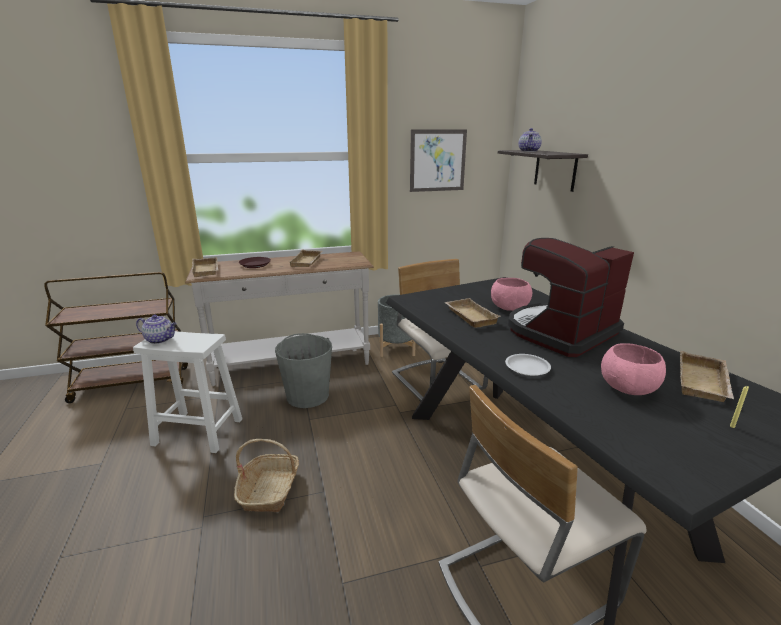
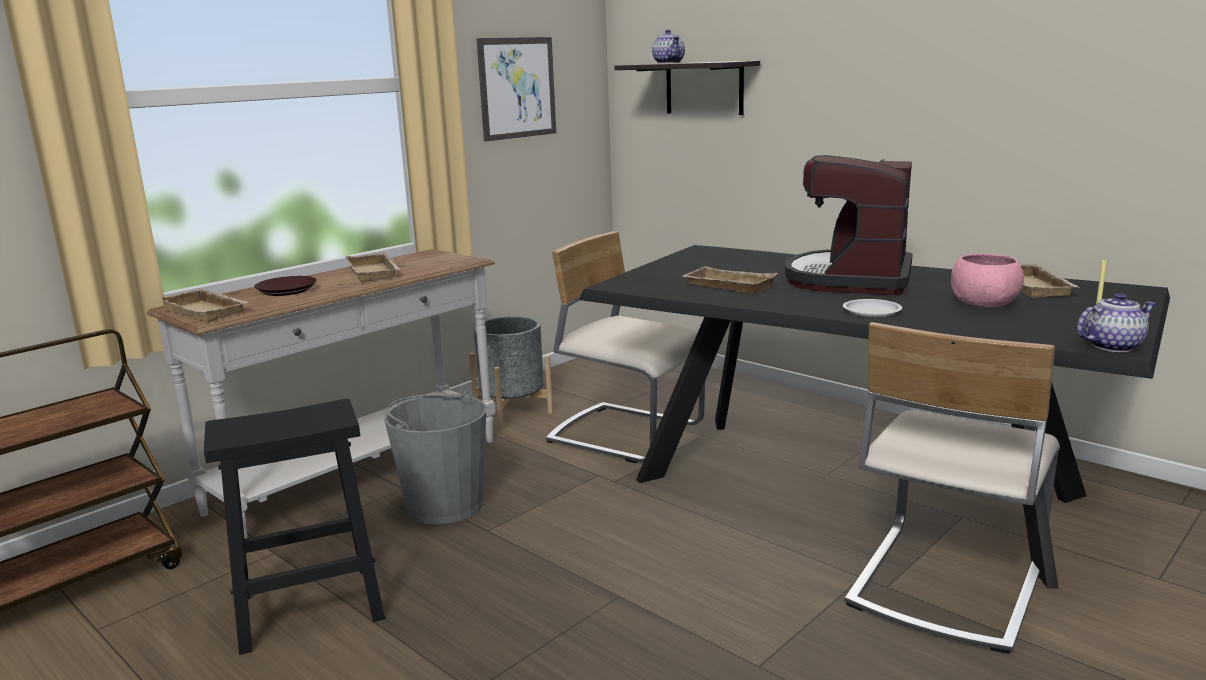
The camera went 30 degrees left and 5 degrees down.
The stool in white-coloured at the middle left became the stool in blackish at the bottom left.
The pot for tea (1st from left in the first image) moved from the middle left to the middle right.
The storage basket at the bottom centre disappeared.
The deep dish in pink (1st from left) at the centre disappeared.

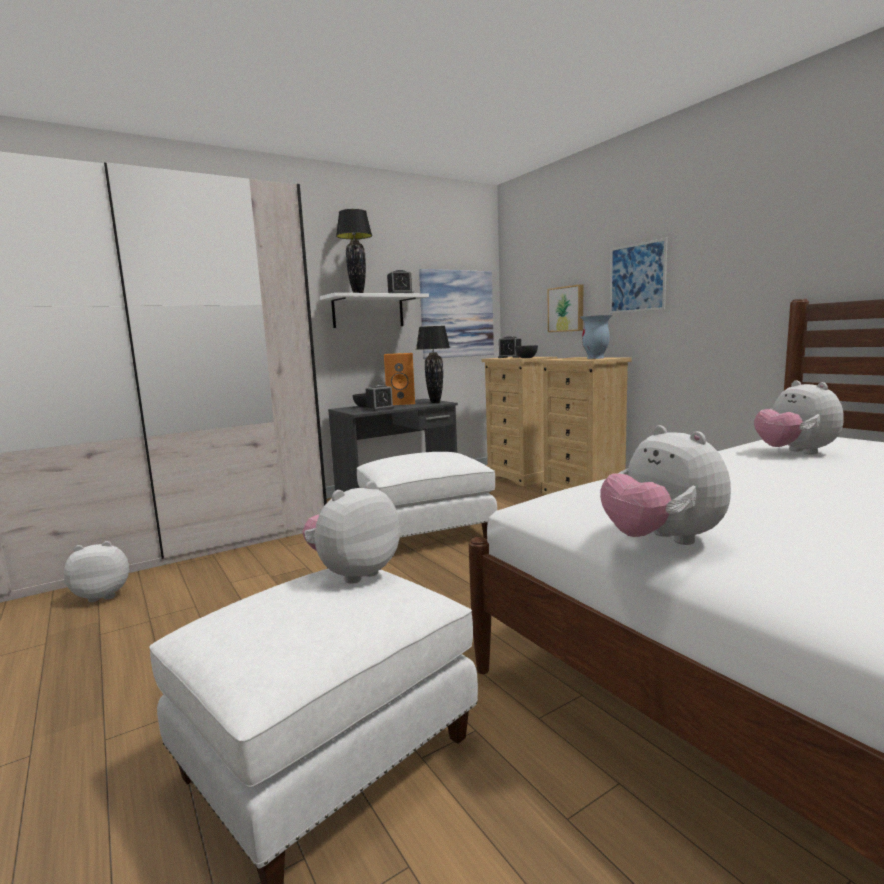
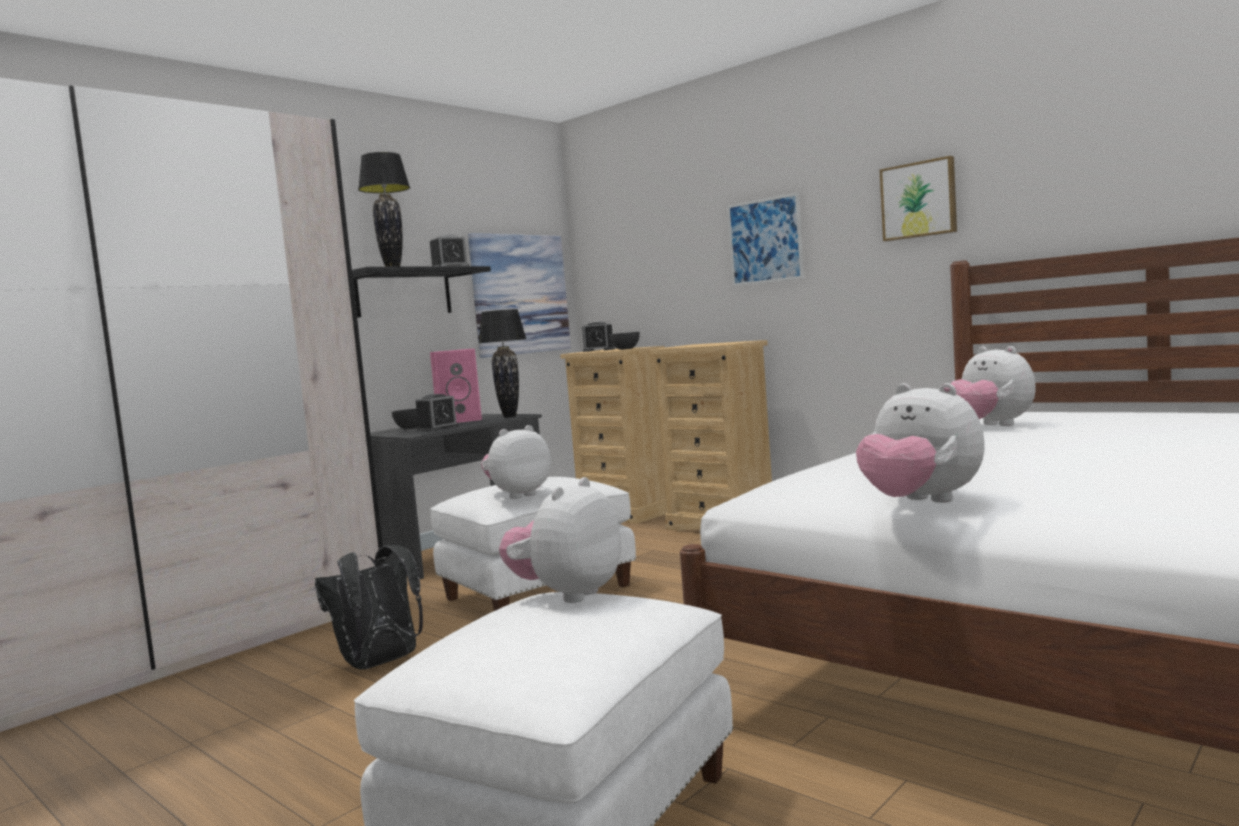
The camera went 15 degrees left and 5 degrees down.
The plush toy (1st from left) moved from the middle left to the centre.
The wall shelf in white-coloured at the centre became the wall shelf in blackish at the centre.
The loudspeaker in orange at the centre became the loudspeaker in pink at the centre.
The wall art (2nd from left in the first image) moved from the centre to the top right.
The vase at the middle right disappeared.
The backpack in blackish at the bottom left appeared.

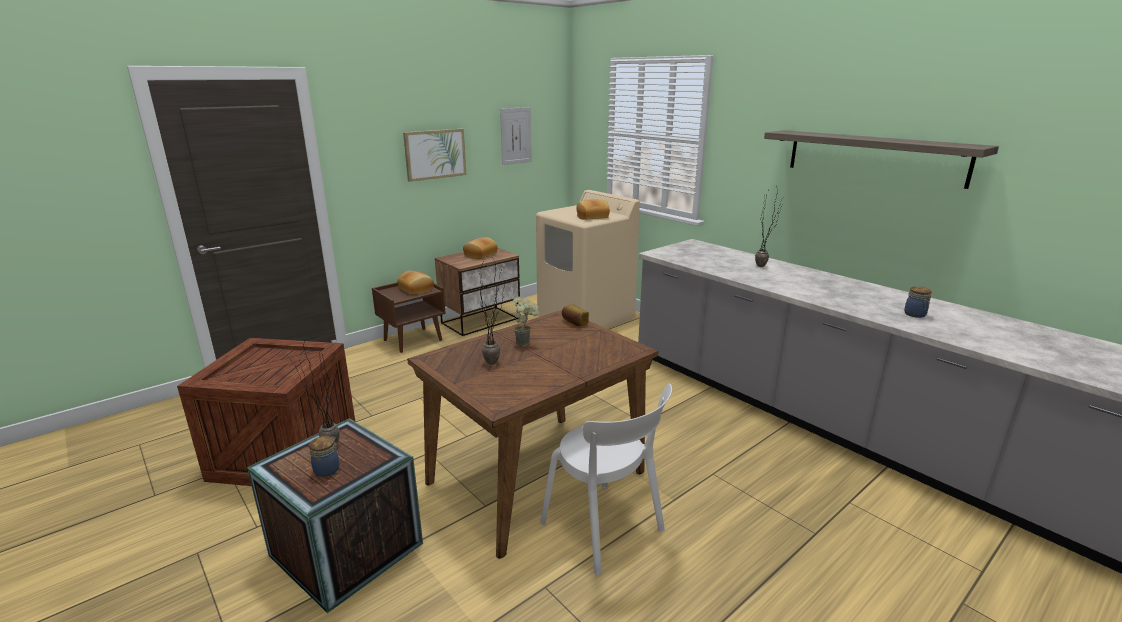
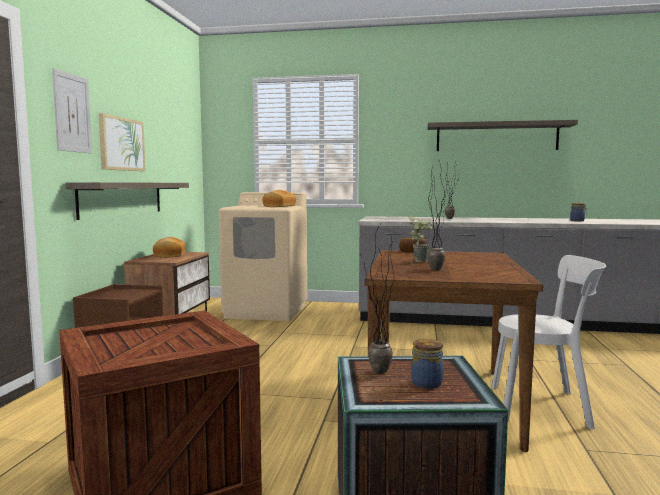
The camera went 40 degrees left and 15 degrees down.
The bread (1st from left) at the centre disappeared.
The wall art (2nd from left in the first image) moved from the top centre to the top left.
The wall shelf (1st from left) at the middle left appeared.

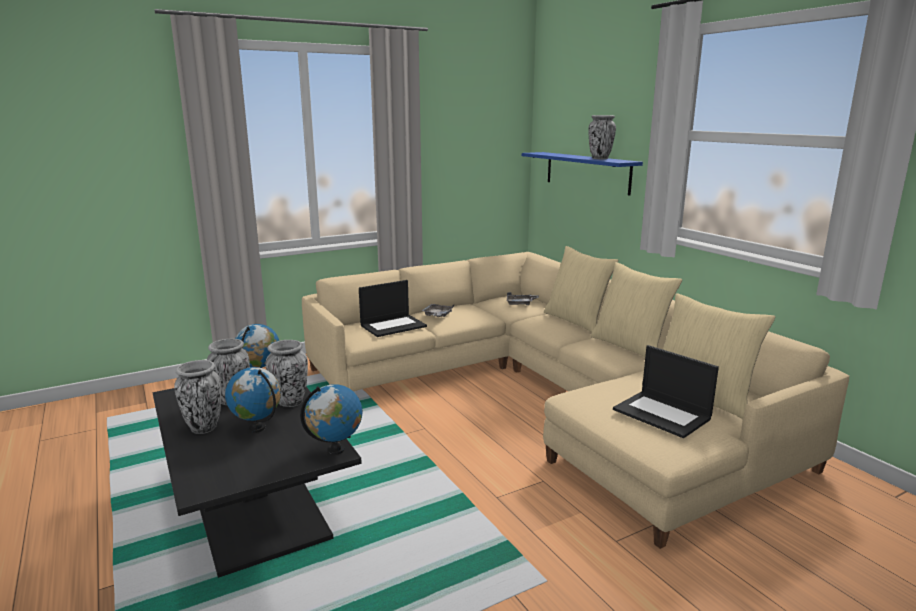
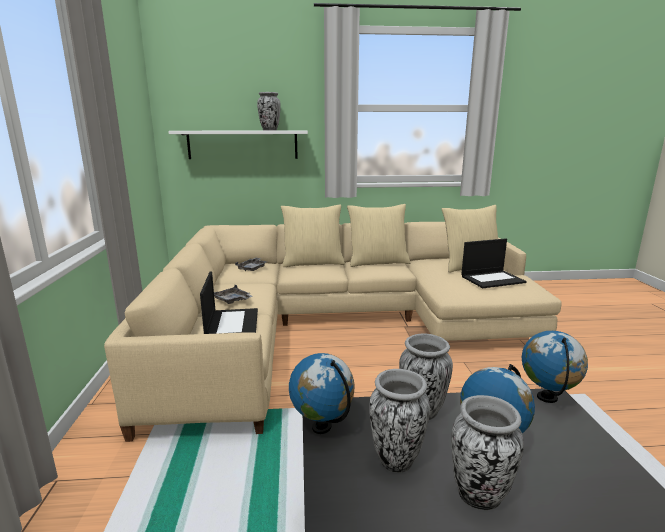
The camera went 65 degrees left and 0 degrees up.
The wall shelf in blue-coloured at the top centre became the wall shelf in white-coloured at the top centre.

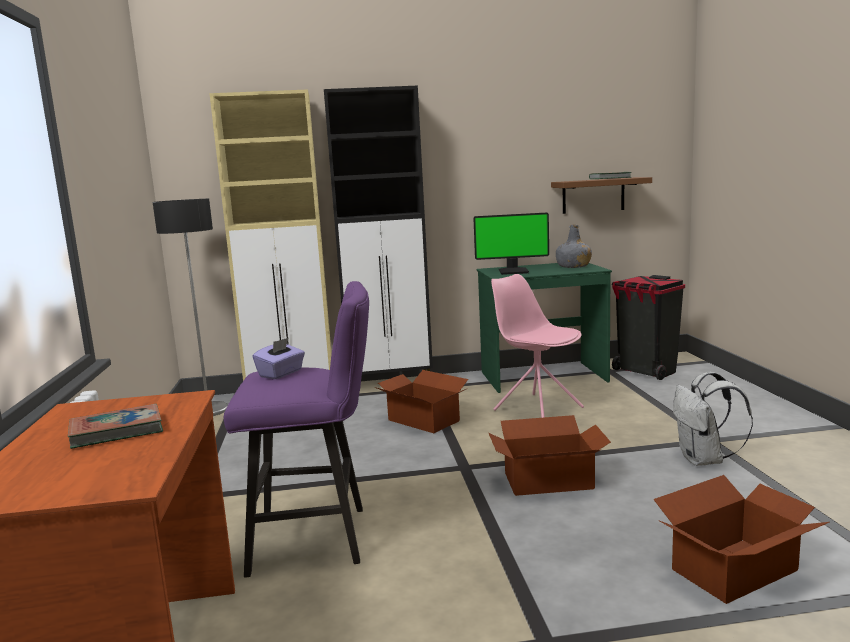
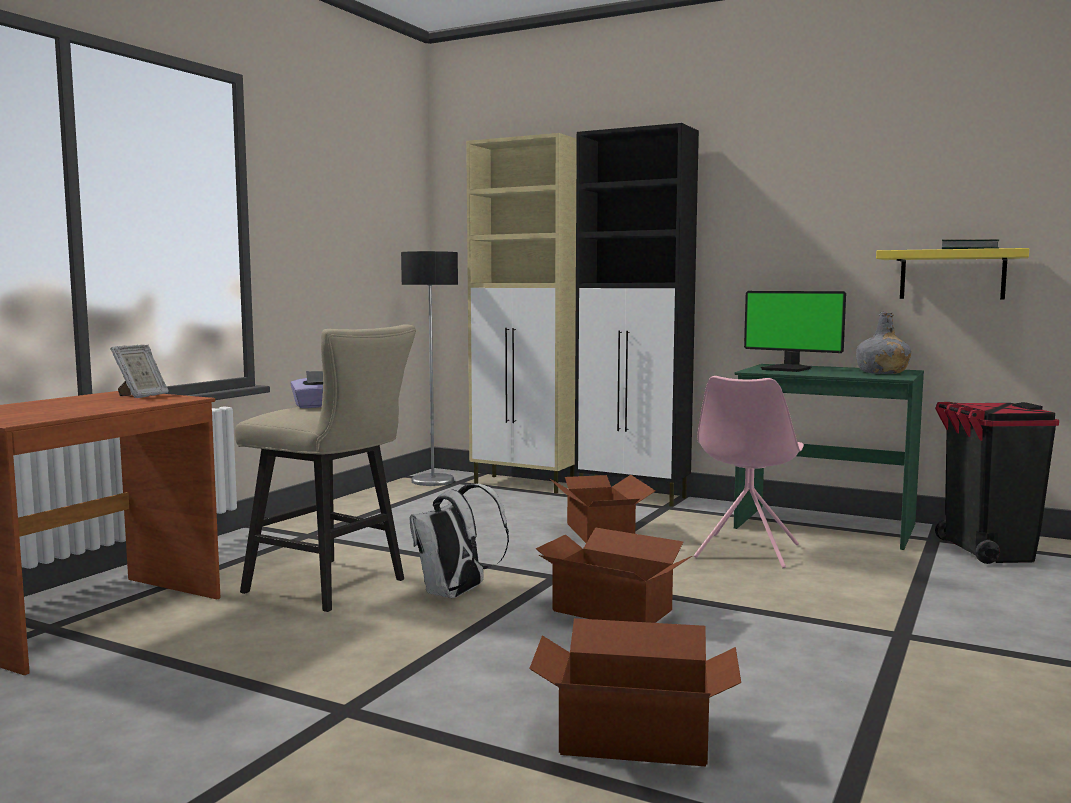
The camera went 35 degrees right and 5 degrees down.
The bound book (1st from left) at the middle left disappeared.
The stool in purple-coloured at the bottom centre became the stool in beige-coloured at the middle left.
The upright chair in pink at the centre turned 150 degrees counterclockwise.
The wall shelf in brown-coloured at the top right became the wall shelf in yellow-coloured at the middle right.
The backpack in white-coloured moved from the middle right to the bottom centre.
The photo frame at the middle left appeared.

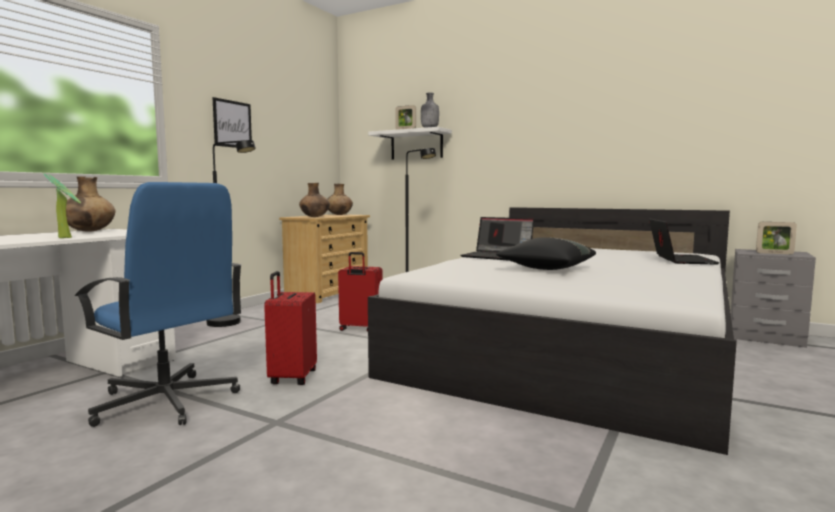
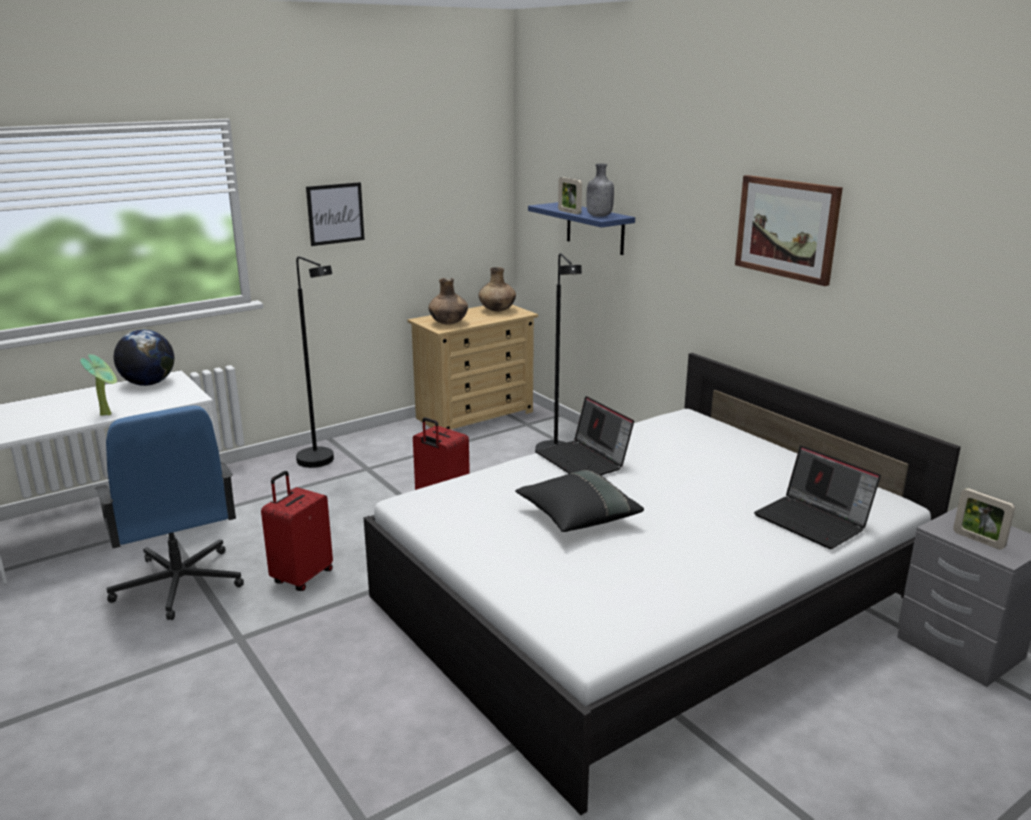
The camera went 25 degrees right and 15 degrees up.
The vase in brown-coloured (1st from left) at the middle left was replaced by the world globe at the middle left.
The wall shelf in white-coloured at the top centre became the wall shelf in blue-coloured at the top centre.
The laptop (2nd from left) at the middle right turned 105 degrees clockwise.
The wall art (2nd from left) at the top right appeared.

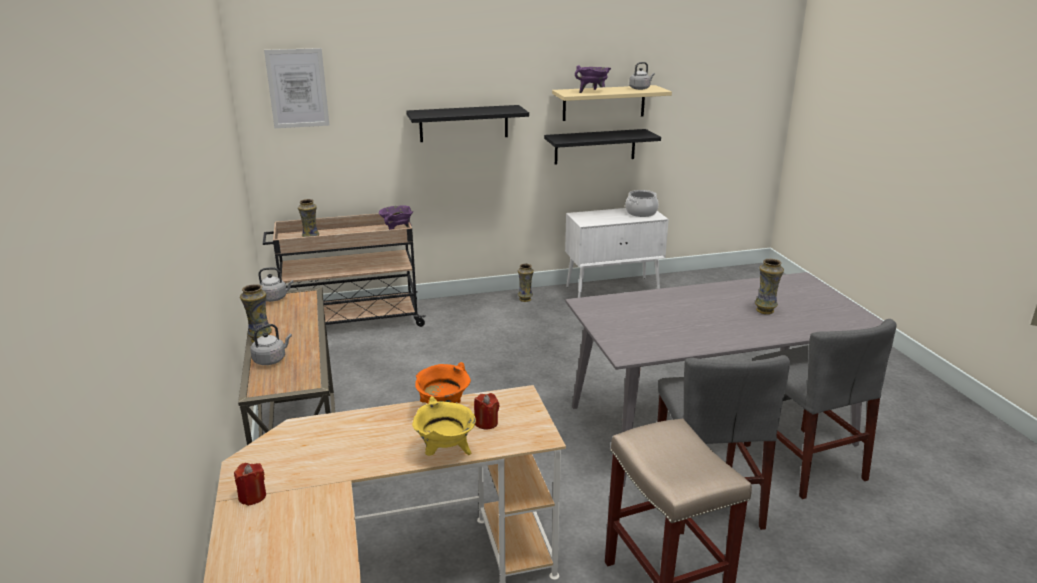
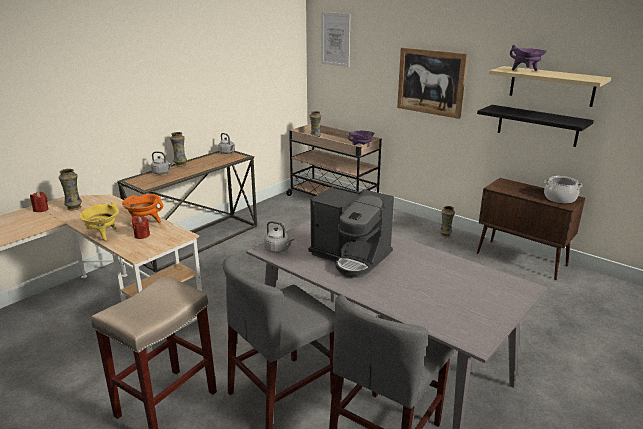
The camera went 55 degrees right and 0 degrees up.
The wall shelf in blackish (1st from left) at the top centre was replaced by the wall art (2nd from left) at the top right.
The cupboard in white-coloured at the centre became the cupboard in brown-coloured at the middle right.
The tea kettle in gray (3rd from left) moved from the top centre to the centre.
The vase (4th from left in the first image) moved from the middle right to the middle left.
The coffee machine at the centre appeared.

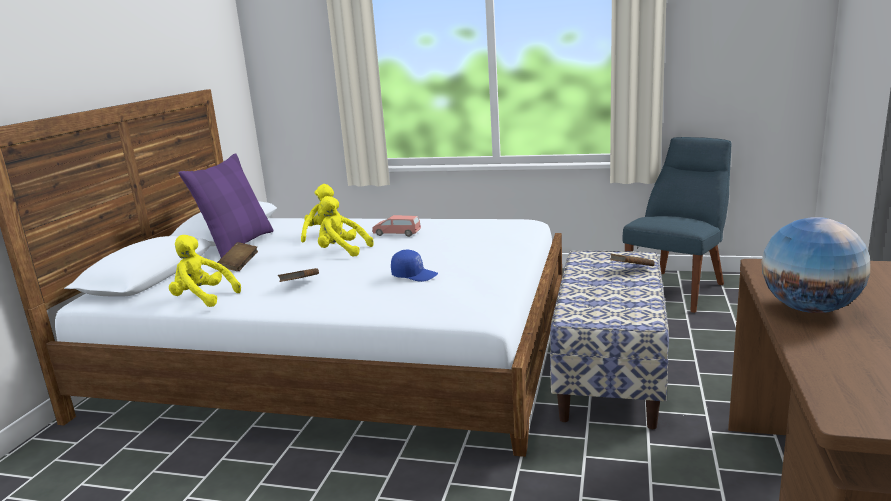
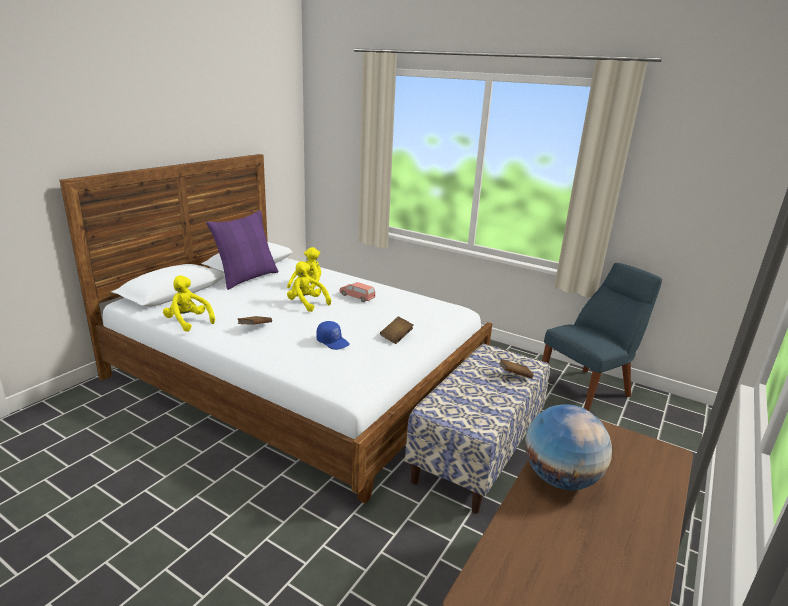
The camera went 15 degrees right and 5 degrees up.
The bound book in brown-coloured (1st from left in the first image) moved from the middle left to the centre.

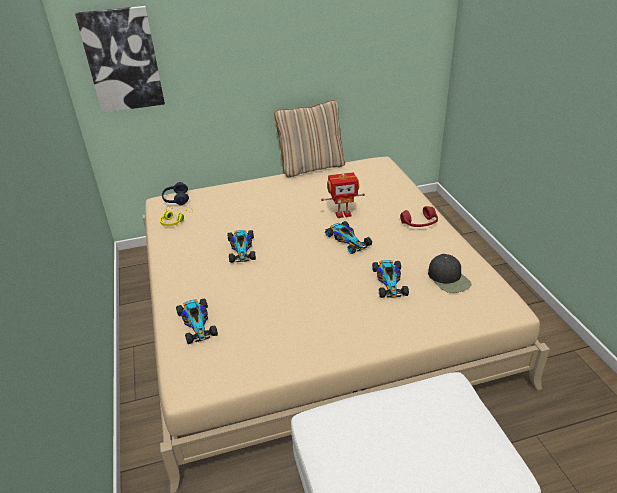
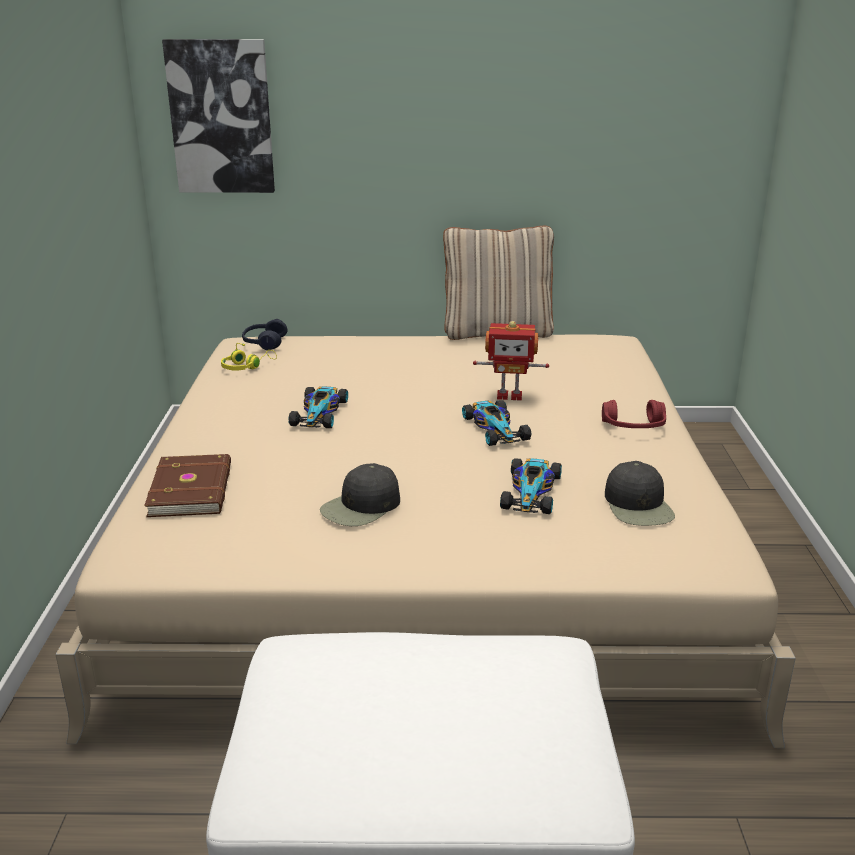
The camera went 15 degrees right and 10 degrees down.
The miniature car (1st from left) at the middle left was replaced by the bound book in brown-coloured at the middle left.
The peaked cap in blackish (1st from left) at the centre appeared.

